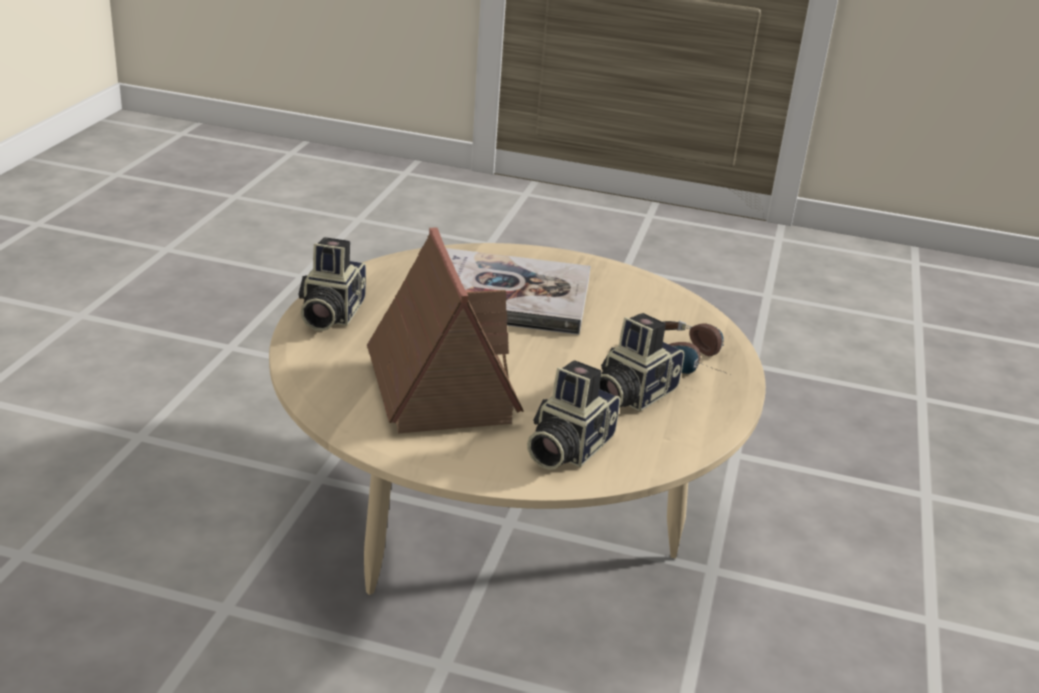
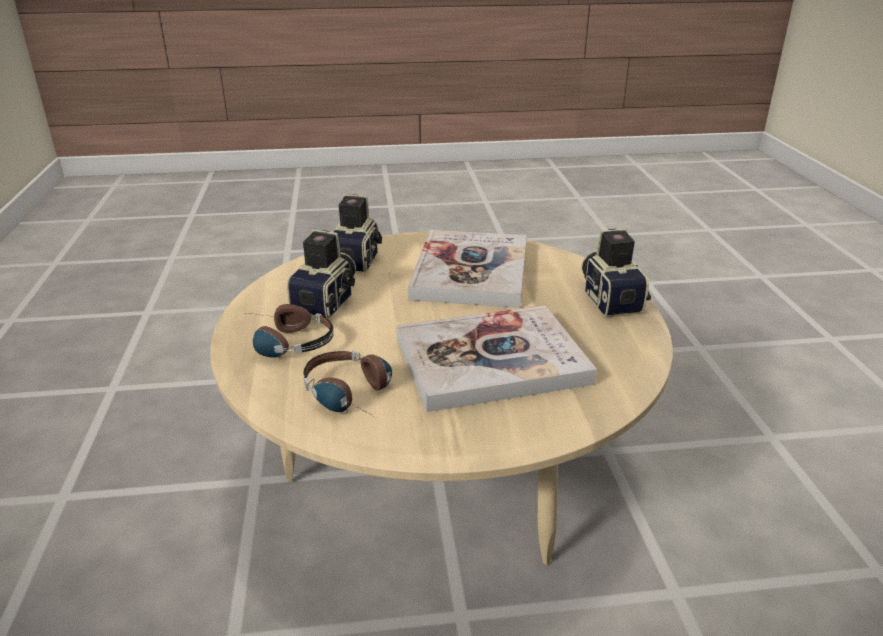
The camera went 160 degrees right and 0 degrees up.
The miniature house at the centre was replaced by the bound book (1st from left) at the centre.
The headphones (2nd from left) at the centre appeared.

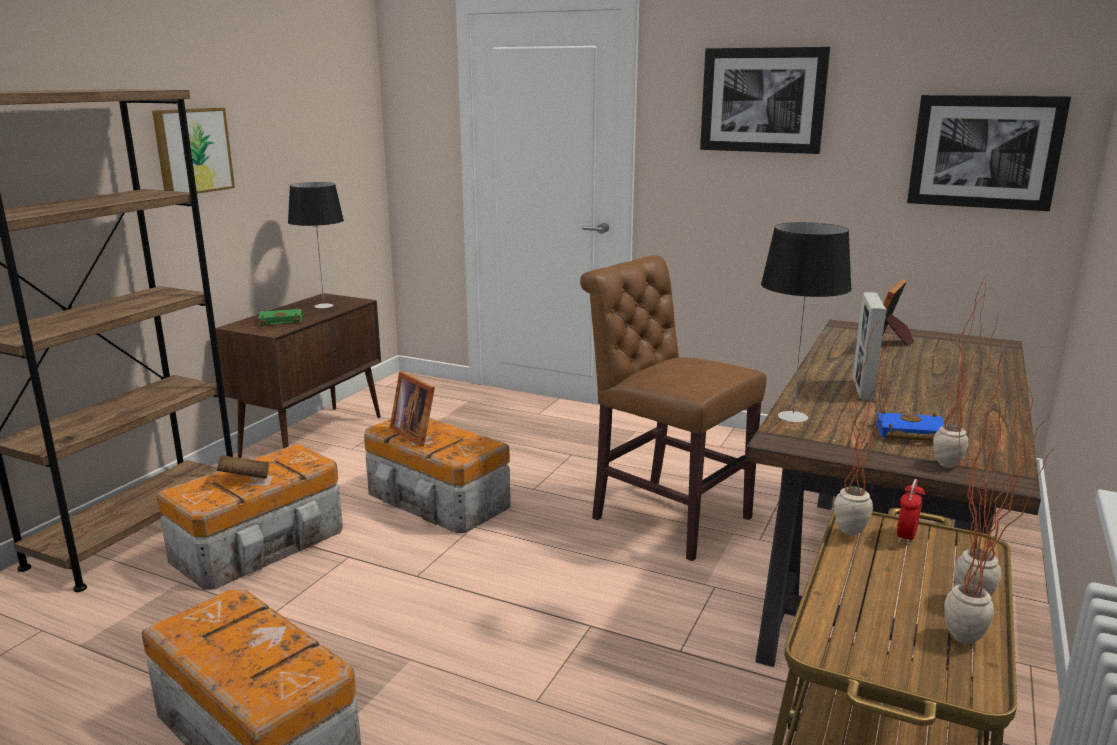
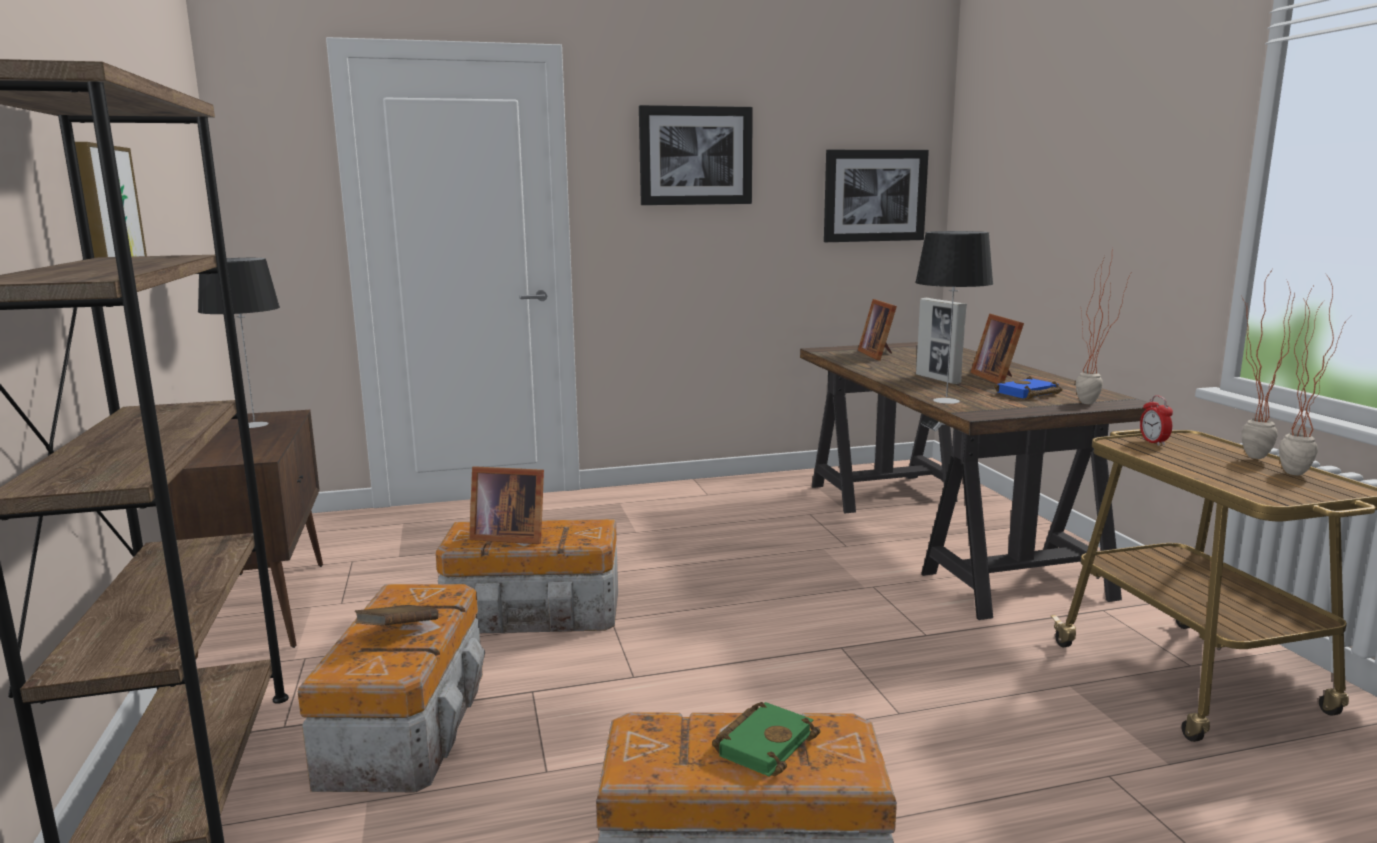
The camera went 40 degrees left and 5 degrees down.
The bound book in greenish moved from the middle left to the bottom centre.
The upright chair in brown-coloured at the centre disappeared.
The plant in a pot (1st from left) at the middle right disappeared.
The photo frame (4th from left) at the middle right appeared.

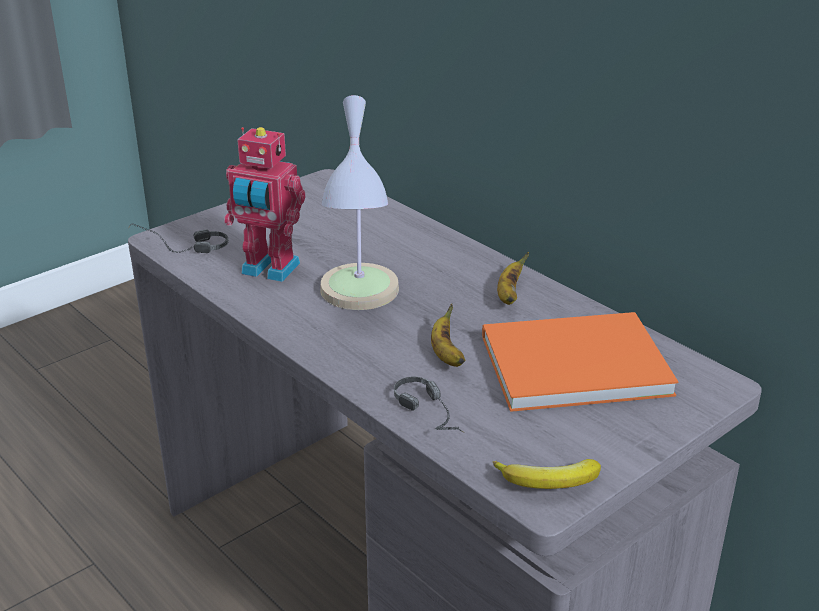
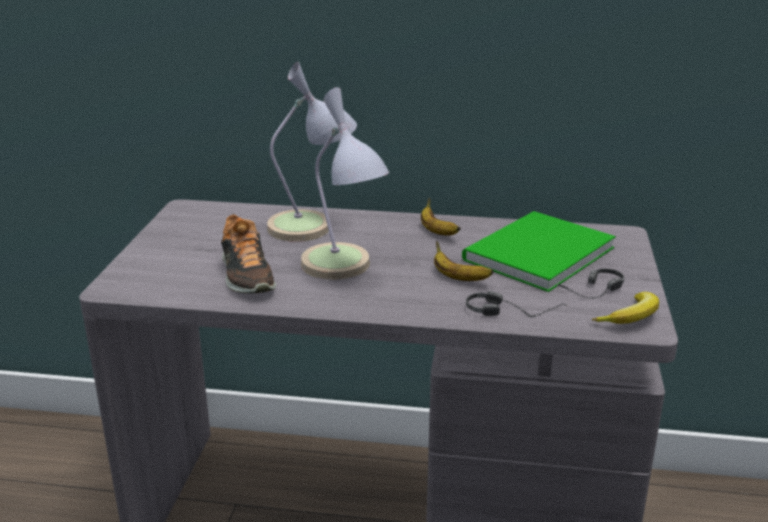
The camera went 40 degrees left and 5 degrees down.
The headphones (1st from left in the first image) moved from the middle left to the middle right.
The model robot at the middle left was replaced by the low shoe at the middle left.
The bound book in orange at the middle right became the bound book in greenish at the middle right.
The tabletop lamp (1st from left) at the top centre appeared.

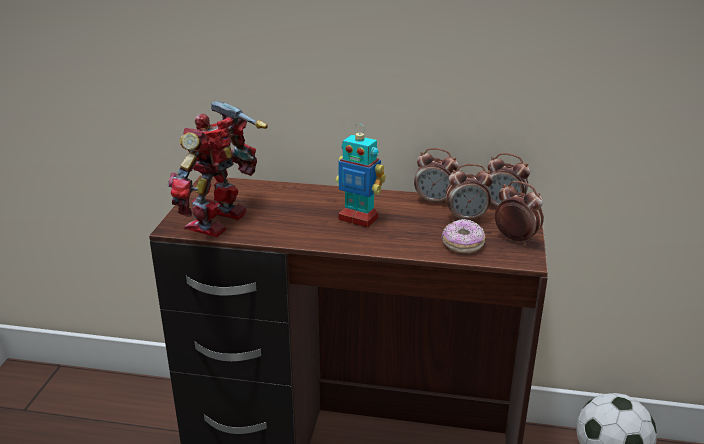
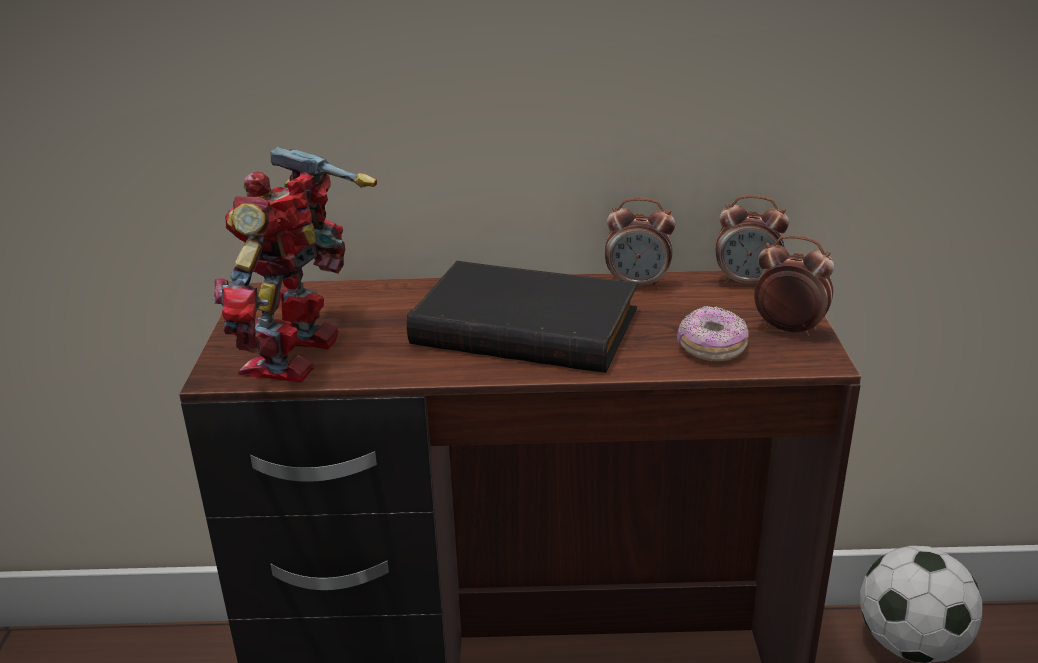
The camera went 10 degrees left and 0 degrees up.
The model robot (2nd from left) at the centre was replaced by the bound book in blackish at the centre.
The table clock (2nd from left) at the centre disappeared.

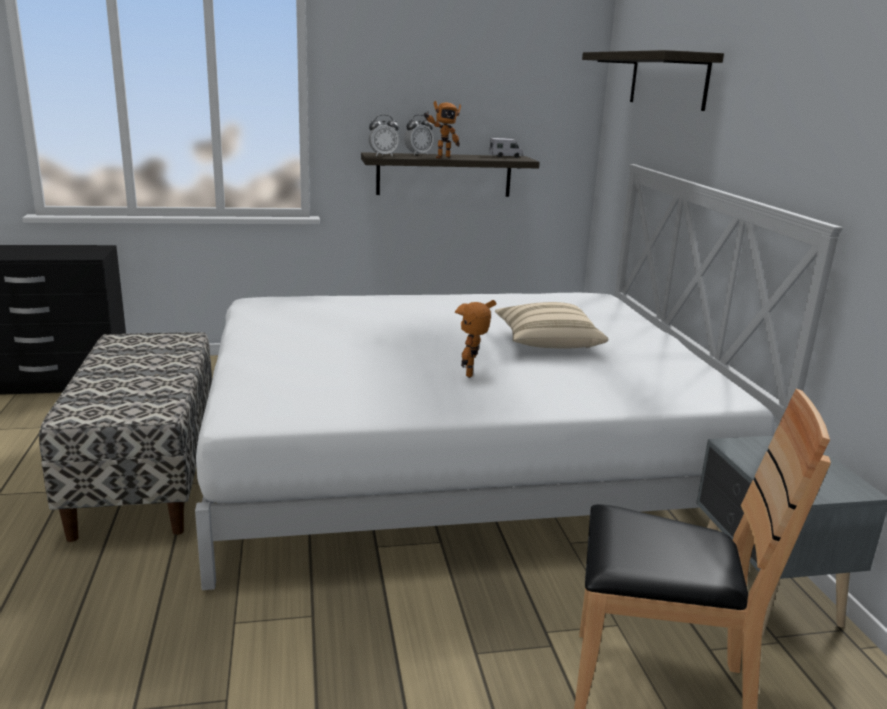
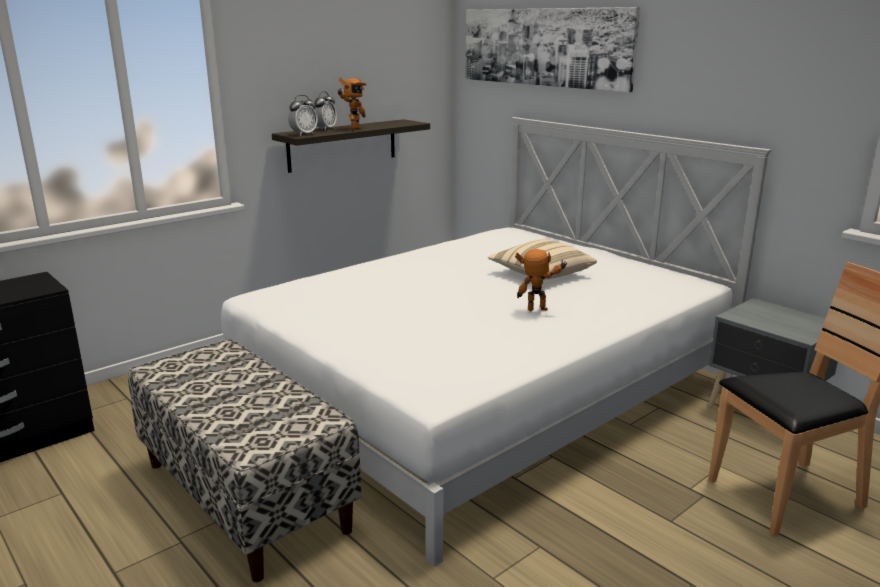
The camera went 30 degrees left and 0 degrees up.
The model robot (2nd from left) at the centre turned 105 degrees clockwise.
The toy lorry at the top centre disappeared.
The wall shelf (2nd from left) at the top right was replaced by the wall art at the top centre.

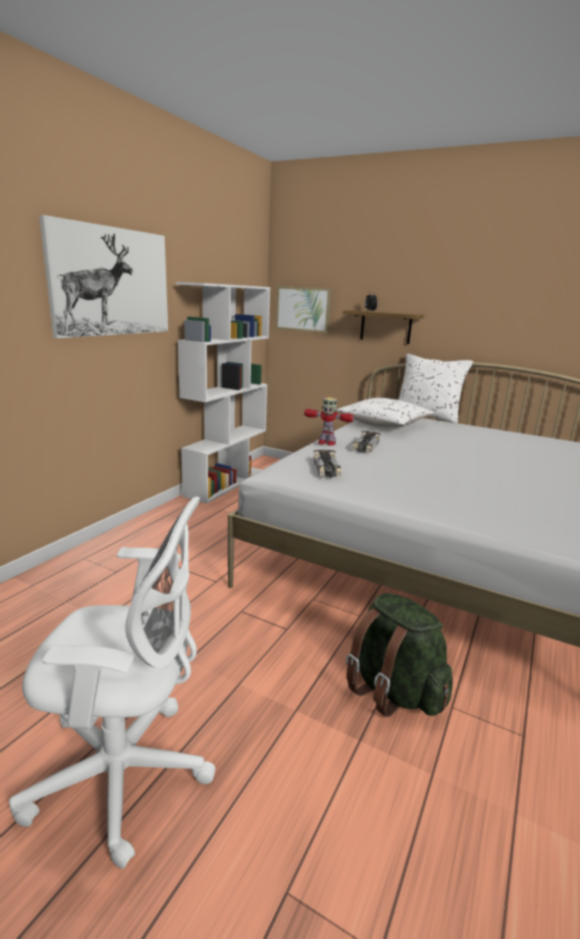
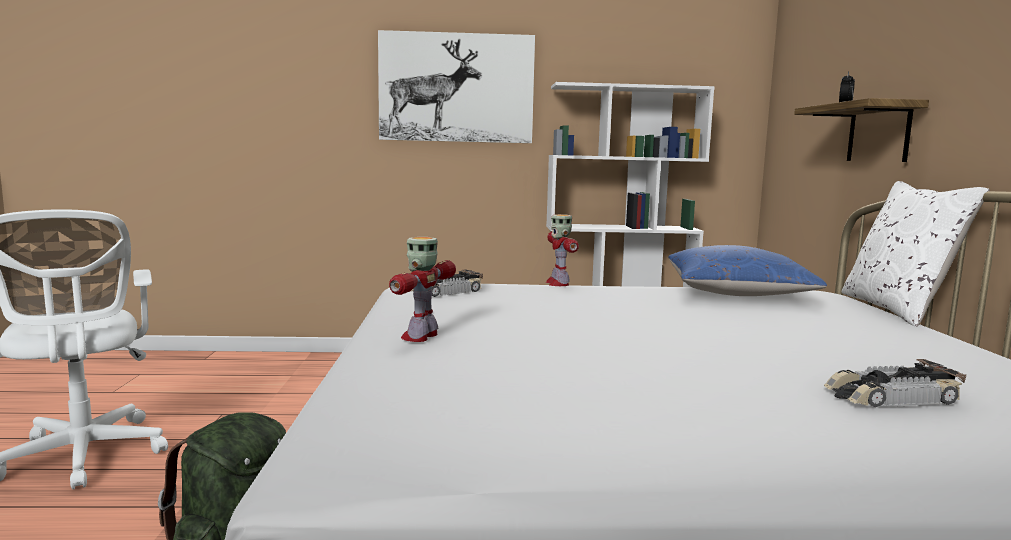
The camera went 60 degrees right and 10 degrees down.
The wall art (2nd from left) at the top centre disappeared.
The throw pillow in white-coloured (1st from left) at the centre became the throw pillow in blue-coloured at the middle right.
The miniature car (2nd from left) moved from the centre to the bottom right.
The model robot (1st from left) at the centre appeared.

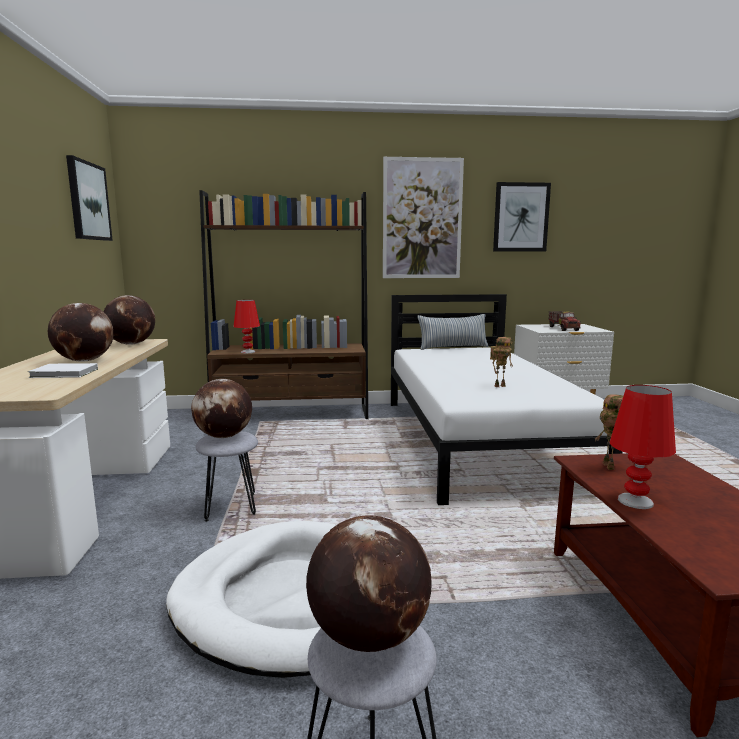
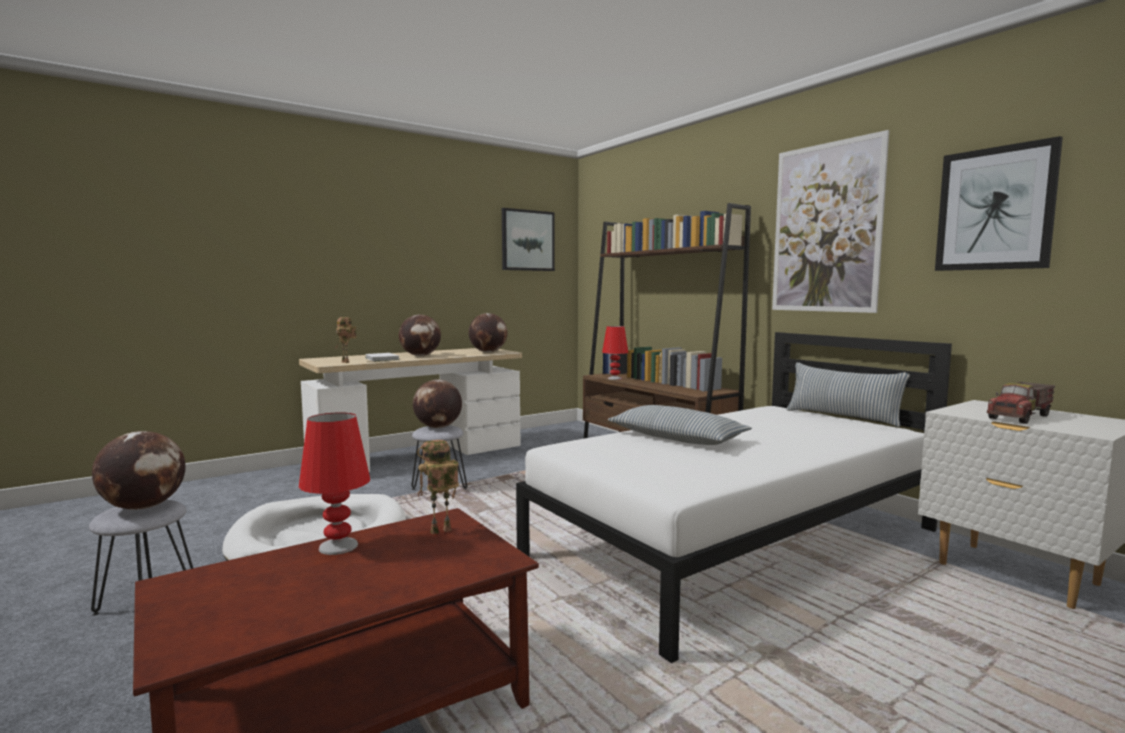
The camera went 60 degrees right and 5 degrees down.
The model robot (1st from left) moved from the middle right to the middle left.
The throw pillow (1st from left) at the centre appeared.

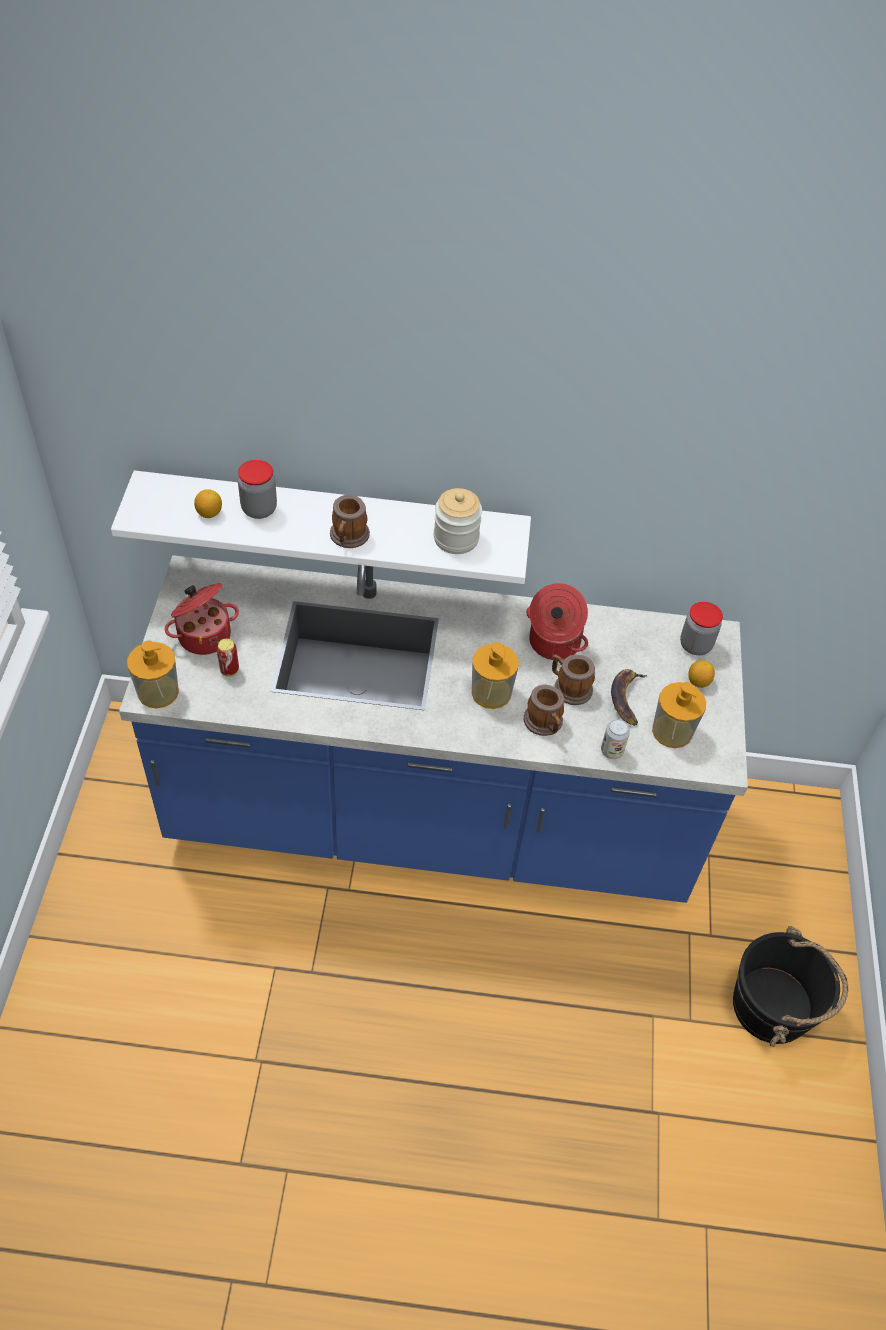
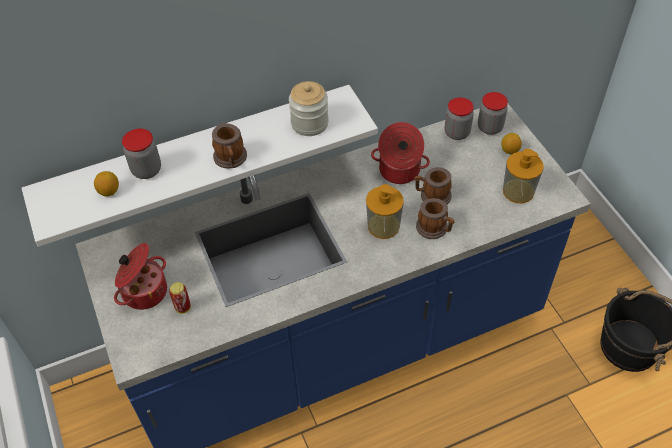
The camera went 25 degrees left and 0 degrees up.
The liquid soap bottle (1st from left) at the middle left disappeared.
The metal can (2nd from left) at the middle right disappeared.
The whole banana at the middle right disappeared.
The storage jar (3rd from left) at the top right appeared.

